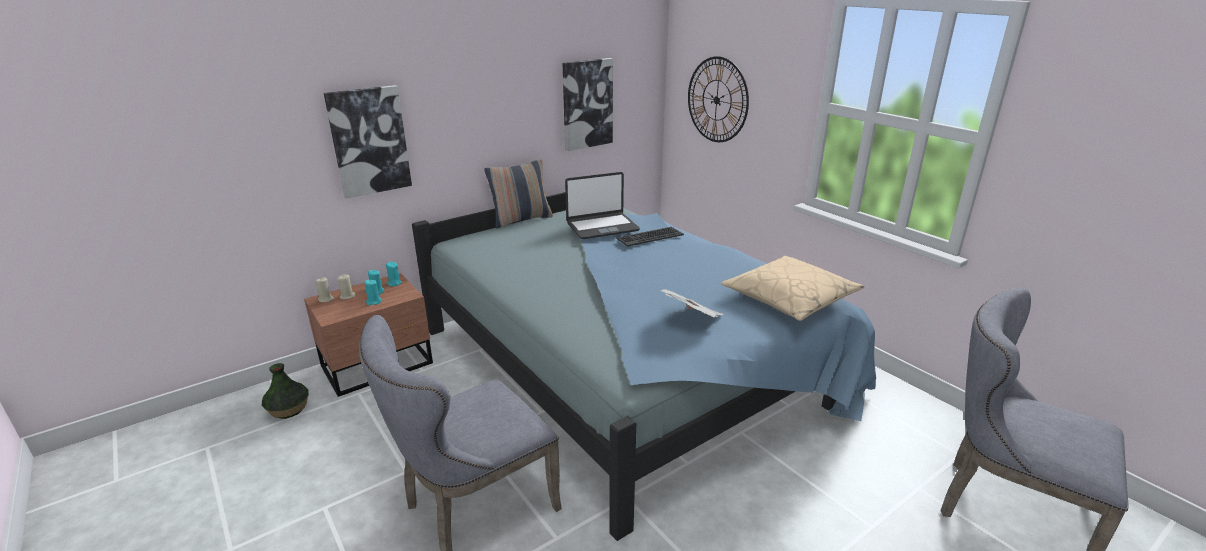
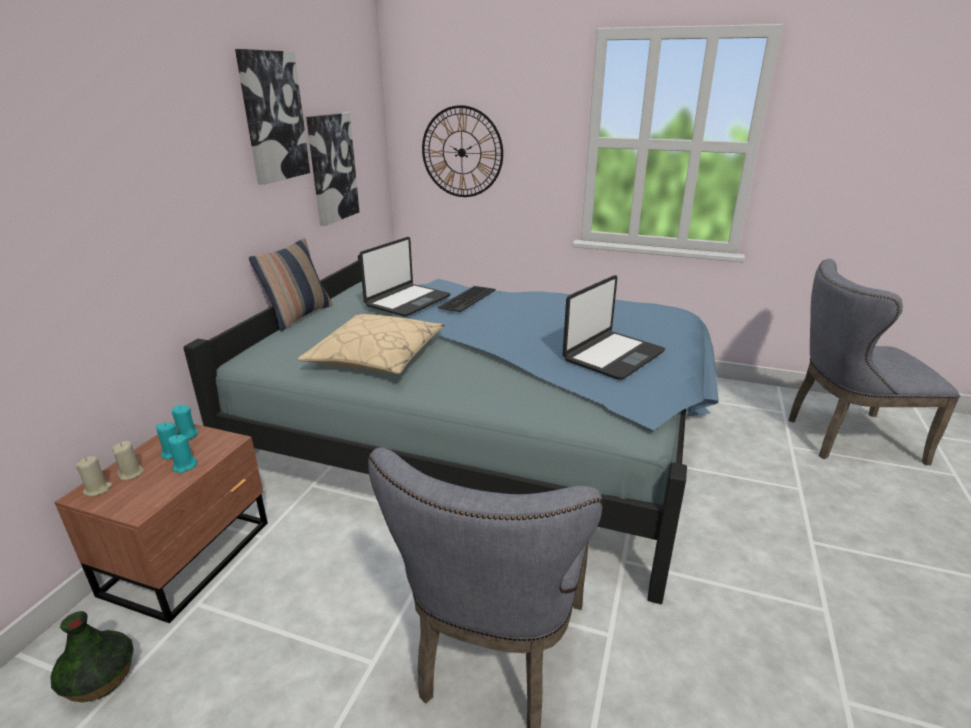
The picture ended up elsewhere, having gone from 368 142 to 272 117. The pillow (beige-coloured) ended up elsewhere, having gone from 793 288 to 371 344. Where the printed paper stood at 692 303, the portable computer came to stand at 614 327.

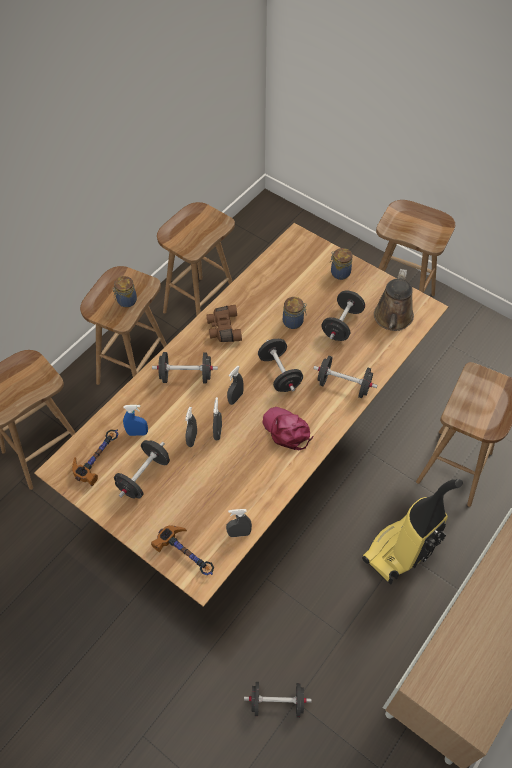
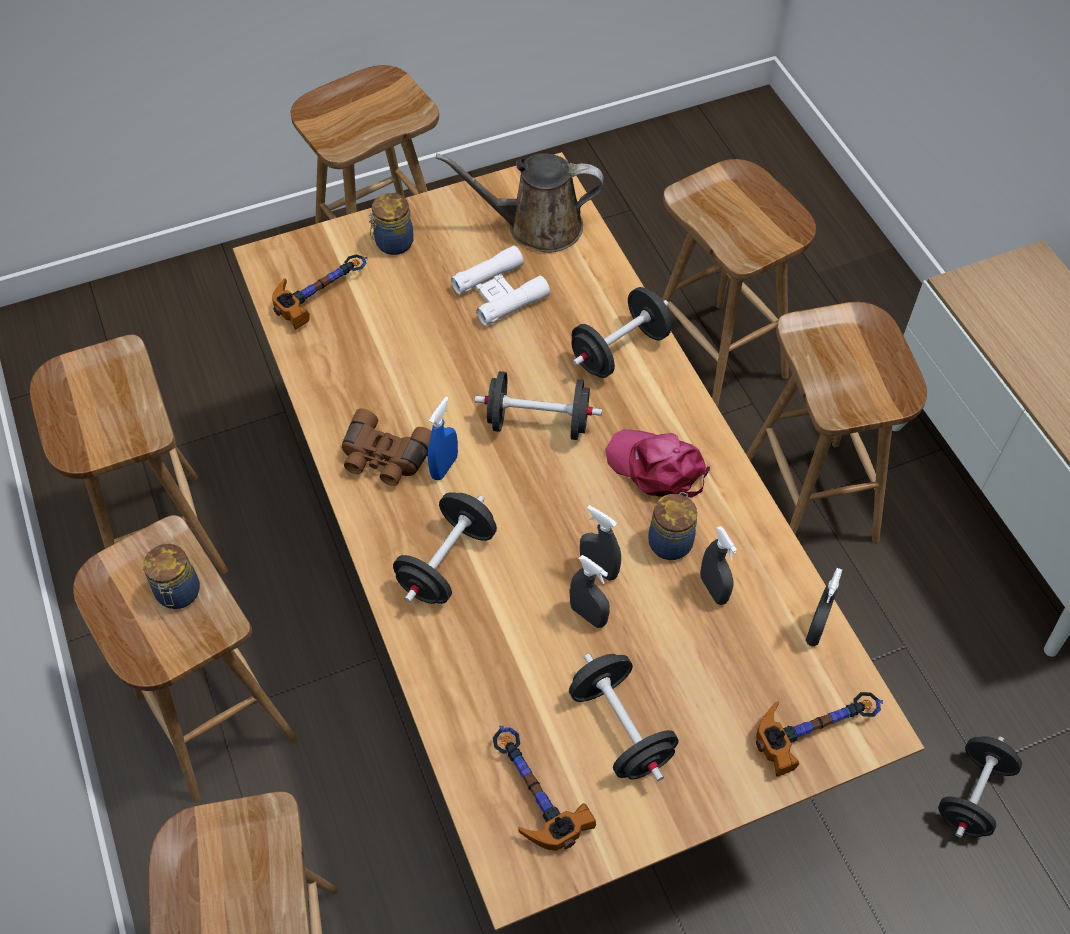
The watering pot (brown) at 394 300 ended up facing another way, 135 degrees clockwise from before. Where the dumbbell (black-coloured) stood at 343 316, the pair of binoculars (white-coloured) came to stand at 500 285. The storage jar ended up elsewhere, having gone from 295 313 to 672 526. The sprayer (gray) ended up elsewhere, having gone from 235 385 to 719 565. The sprayer (bluish) ended up elsewhere, having gone from 135 420 to 442 438. The cap (pink-coloured) at 288 428 ended up facing another way, 45 degrees clockwise from before. Where the vacuum cleaner stood at 412 531, the stool (brown) came to stand at 836 422. The second view gained the hand hammer at 320 291.

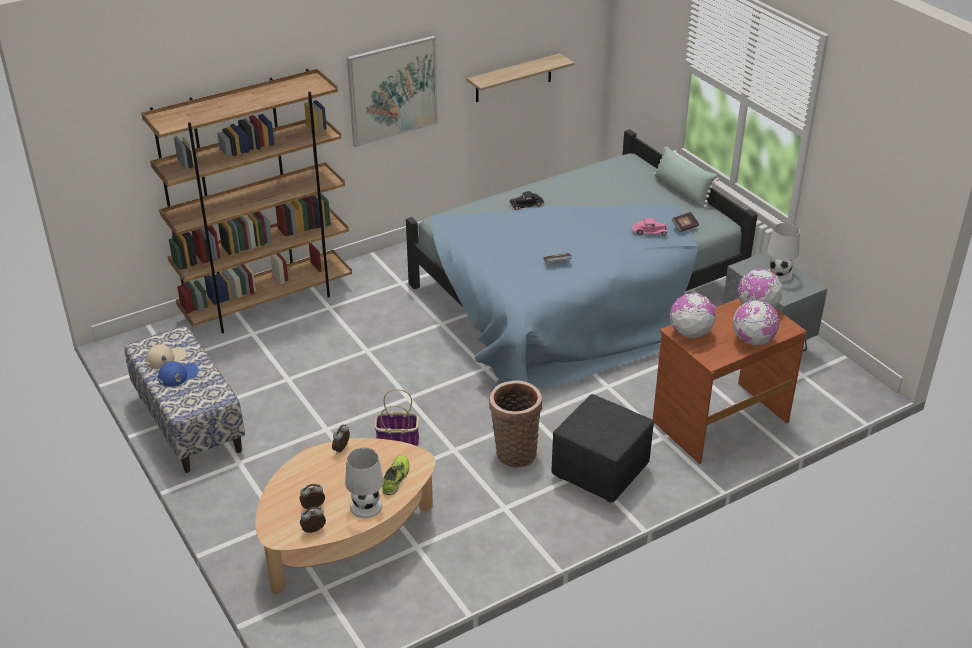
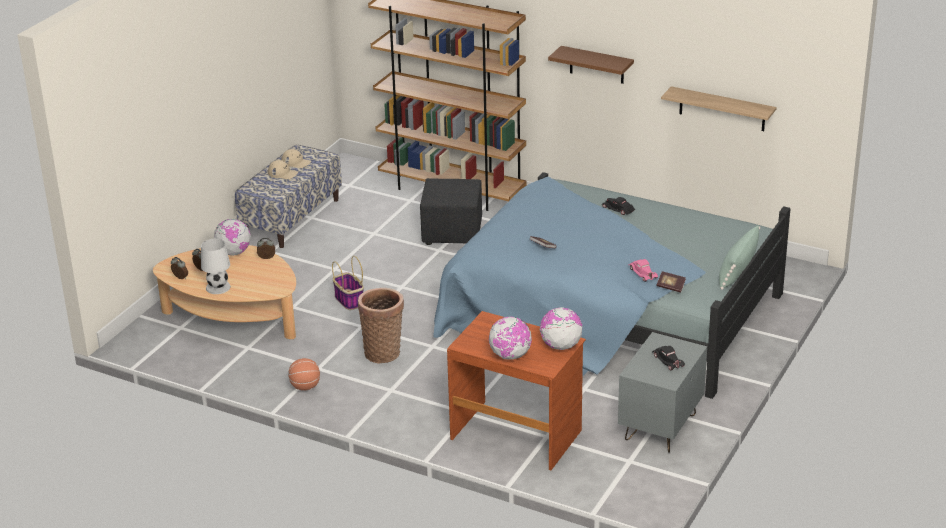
Where the picture hung at 392 91, the shelf (brown) came to hang at 591 65. Where the tabletop lamp (white-coloured) stood at 783 253, the toy car (black-coloured) came to stand at 668 358. The desk globe ended up elsewhere, having gone from 693 315 to 232 237. What was the cap (bluish) at 178 374 turned into the cap (beige-coloured) at 283 169. The pouffe (black-coloured) ended up elsewhere, having gone from 603 448 to 451 211. The second view lost the shoe at 395 475. The second view gained the basketball ball at 304 374.

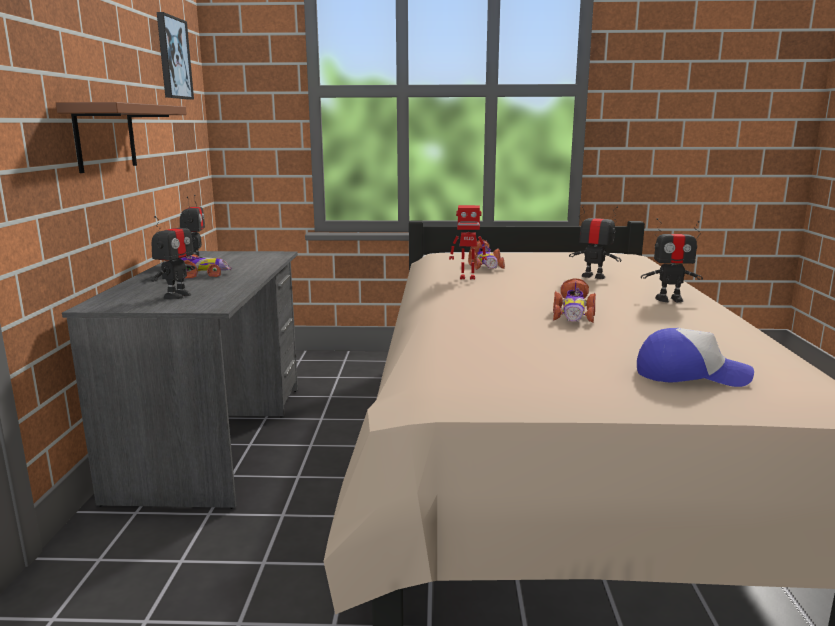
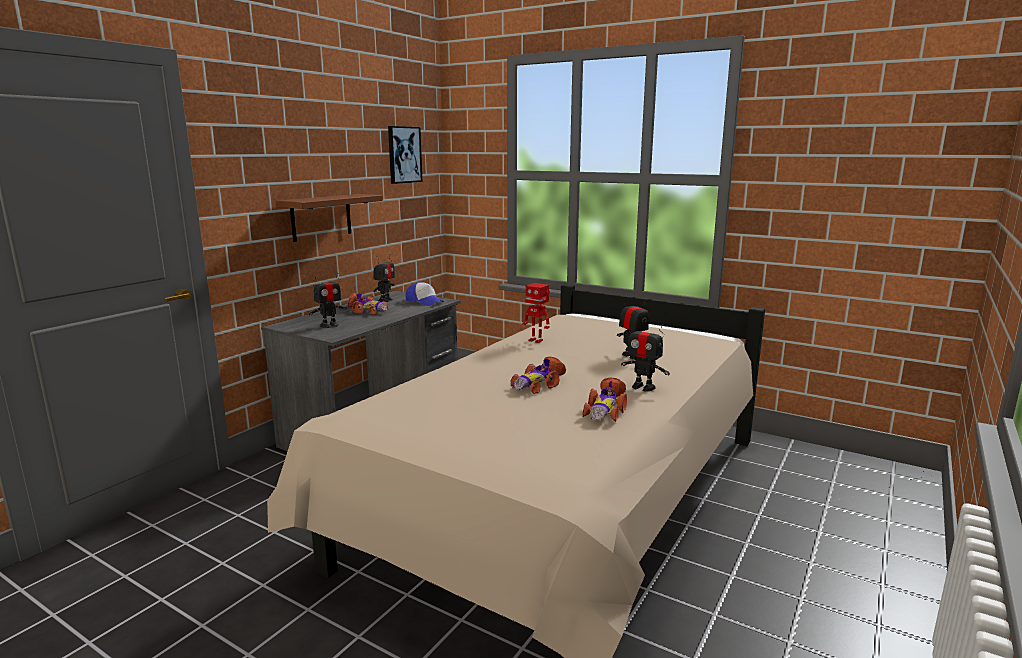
The toy car ended up elsewhere, having gone from 486 255 to 605 400. The cap ended up elsewhere, having gone from 695 357 to 425 294.

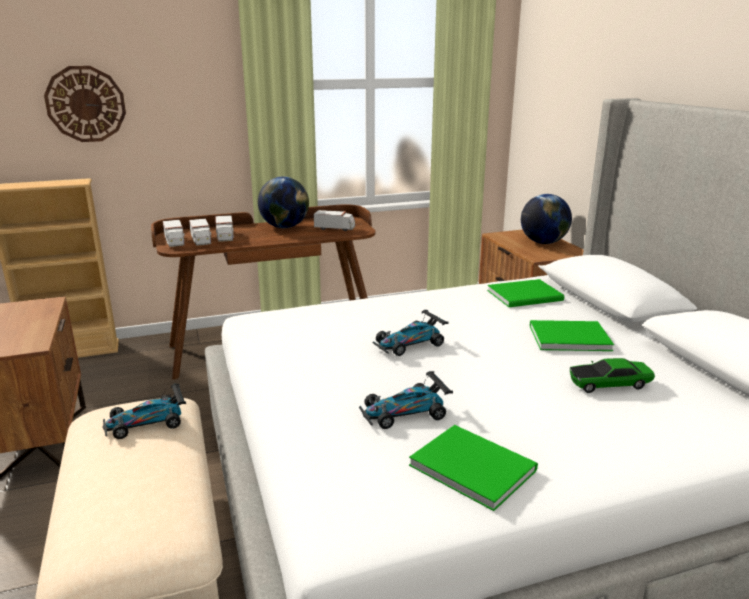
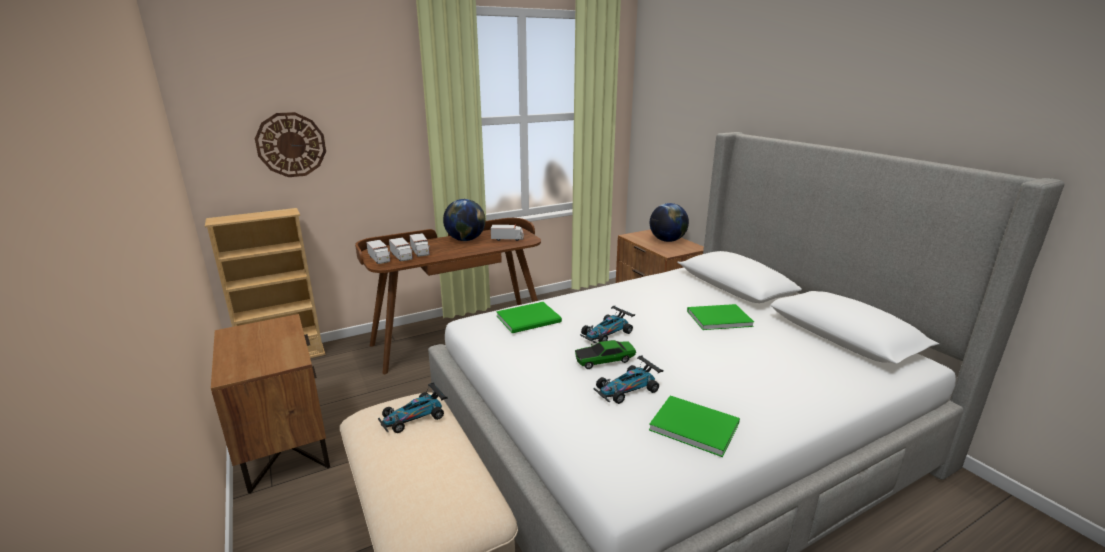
The book (green) ended up elsewhere, having gone from 525 293 to 529 317. The toy car ended up elsewhere, having gone from 612 375 to 605 354.

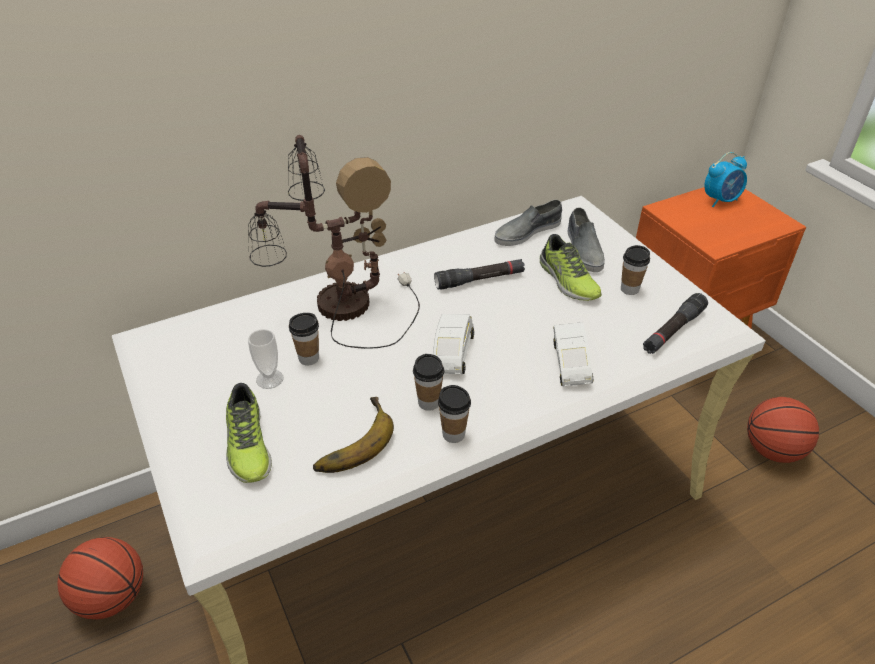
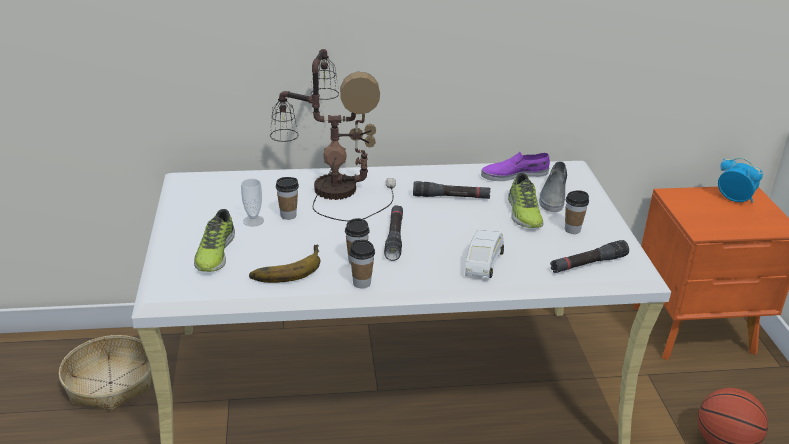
The alarm clock at 725 179 ended up facing another way, 135 degrees counterclockwise from before. What was the shoe (gray) at 528 223 turned into the shoe (purple-coloured) at 515 166. Where the toy car (white-coloured) stood at 453 344, the hand torch (black-coloured) came to stand at 393 233. Where the basketball ball stood at 100 578, the storage basket came to stand at 105 373.

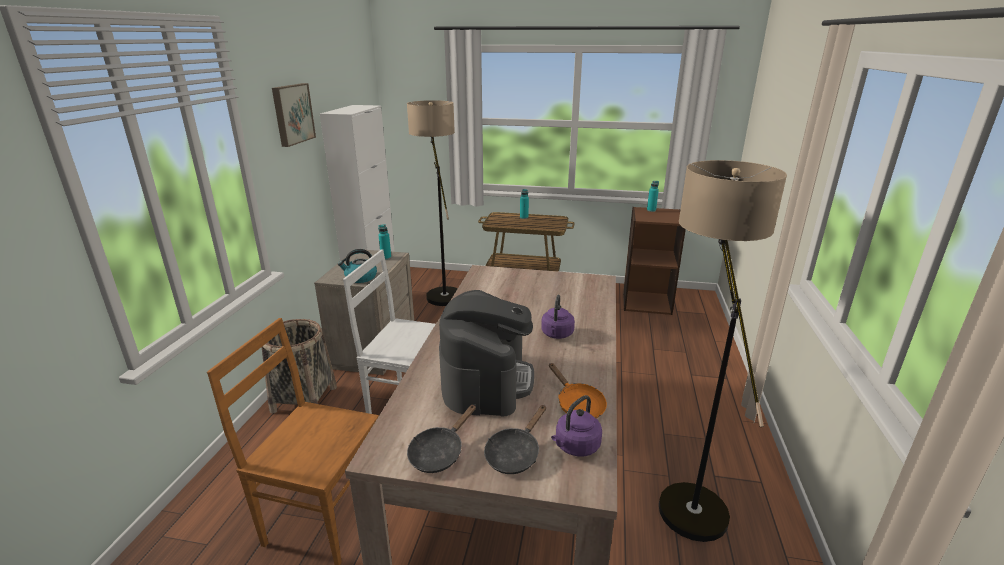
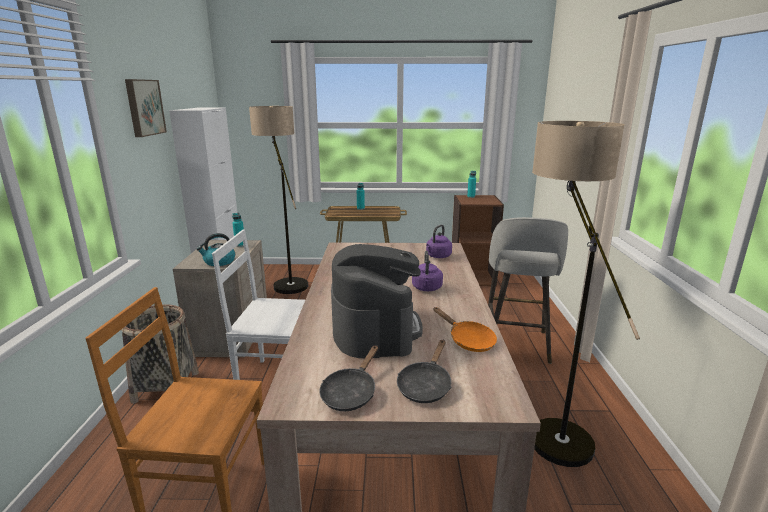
The tea kettle (purple-coloured) ended up elsewhere, having gone from 576 425 to 439 241. The second view gained the stool (gray) at 528 290.

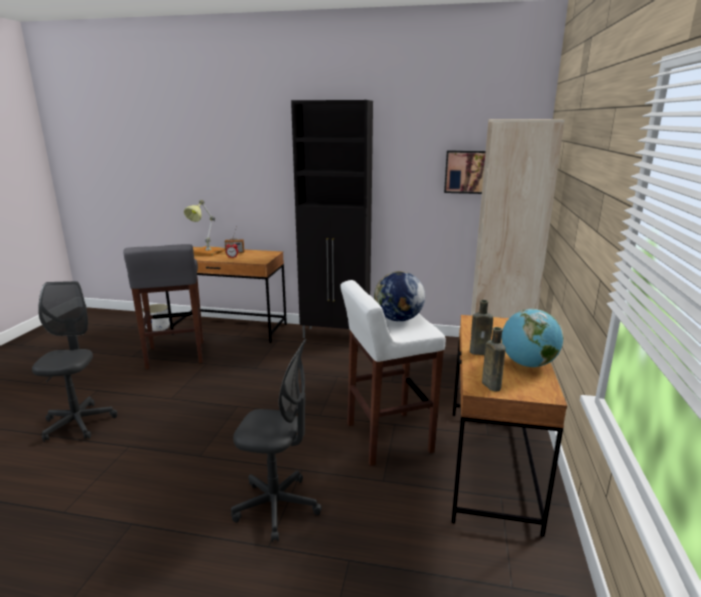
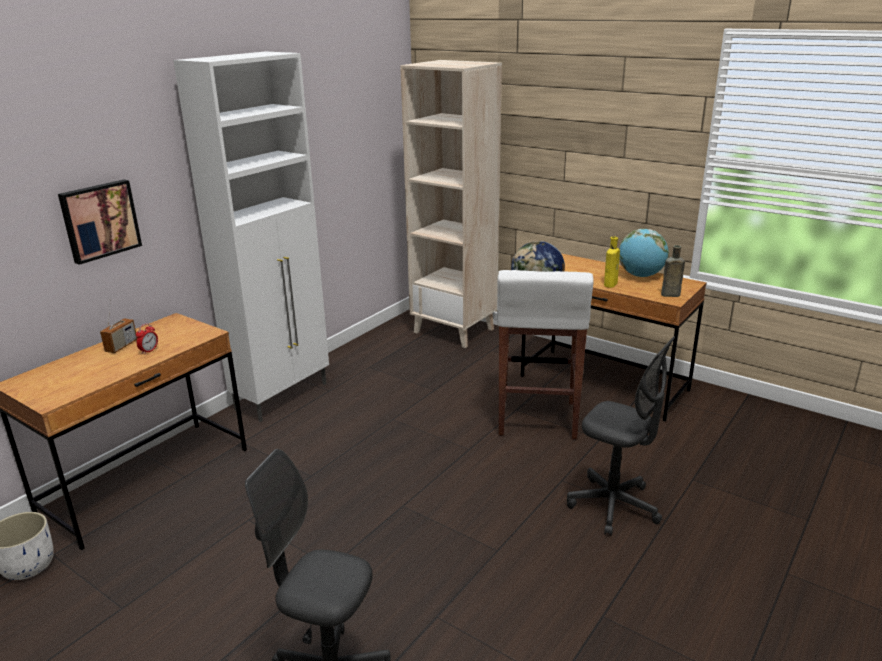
What was the storage cabinet (black-coloured) at 332 219 turned into the storage cabinet (white-coloured) at 251 236. The picture ended up elsewhere, having gone from 465 172 to 100 222. The second view lost the tabletop lamp at 204 228. The second view lost the stool (gray) at 163 306. What was the bottle (brown) at 481 327 turned into the bottle (yellow) at 612 262. The computer chair (gray) at 276 440 ended up facing another way, 90 degrees clockwise from before.

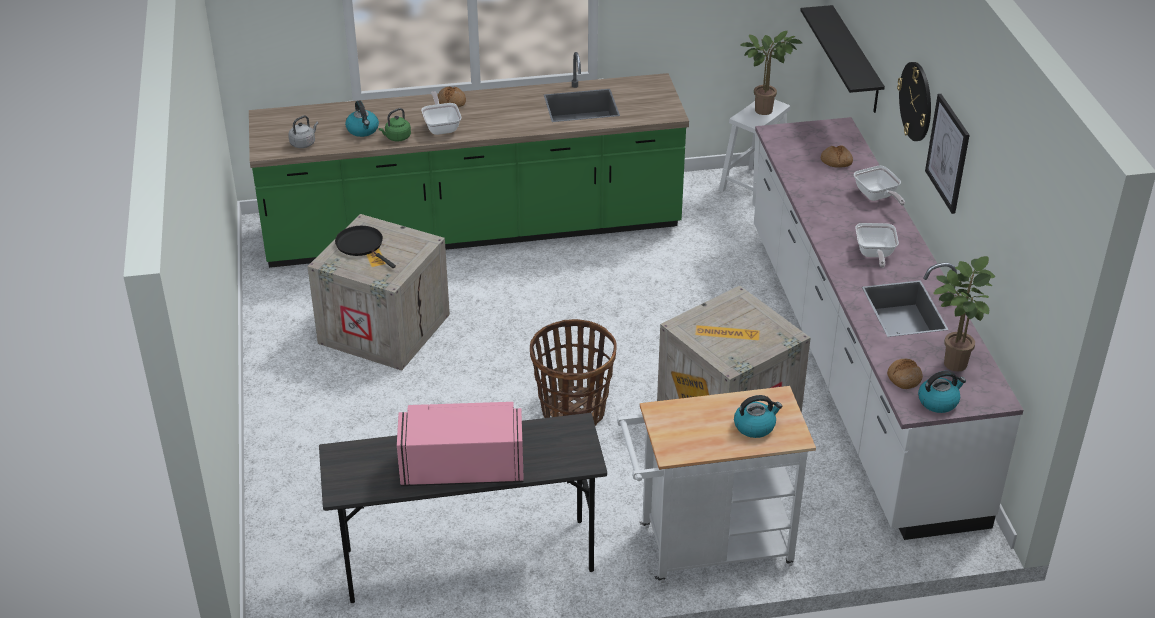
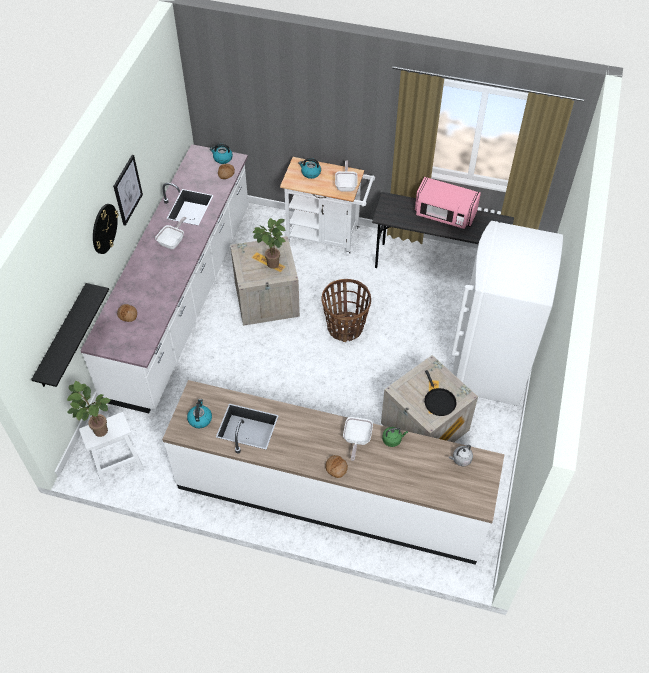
What was the kitchen base unit (green) at 469 160 turned into the kitchen base unit (white-coloured) at 333 472. The tea kettle ended up elsewhere, having gone from 362 118 to 199 413. The skillet ended up elsewhere, having gone from 879 186 to 346 176. The potted plant ended up elsewhere, having gone from 964 314 to 269 243. The second view gained the kitchen fridge (white-coloured) at 507 313.

